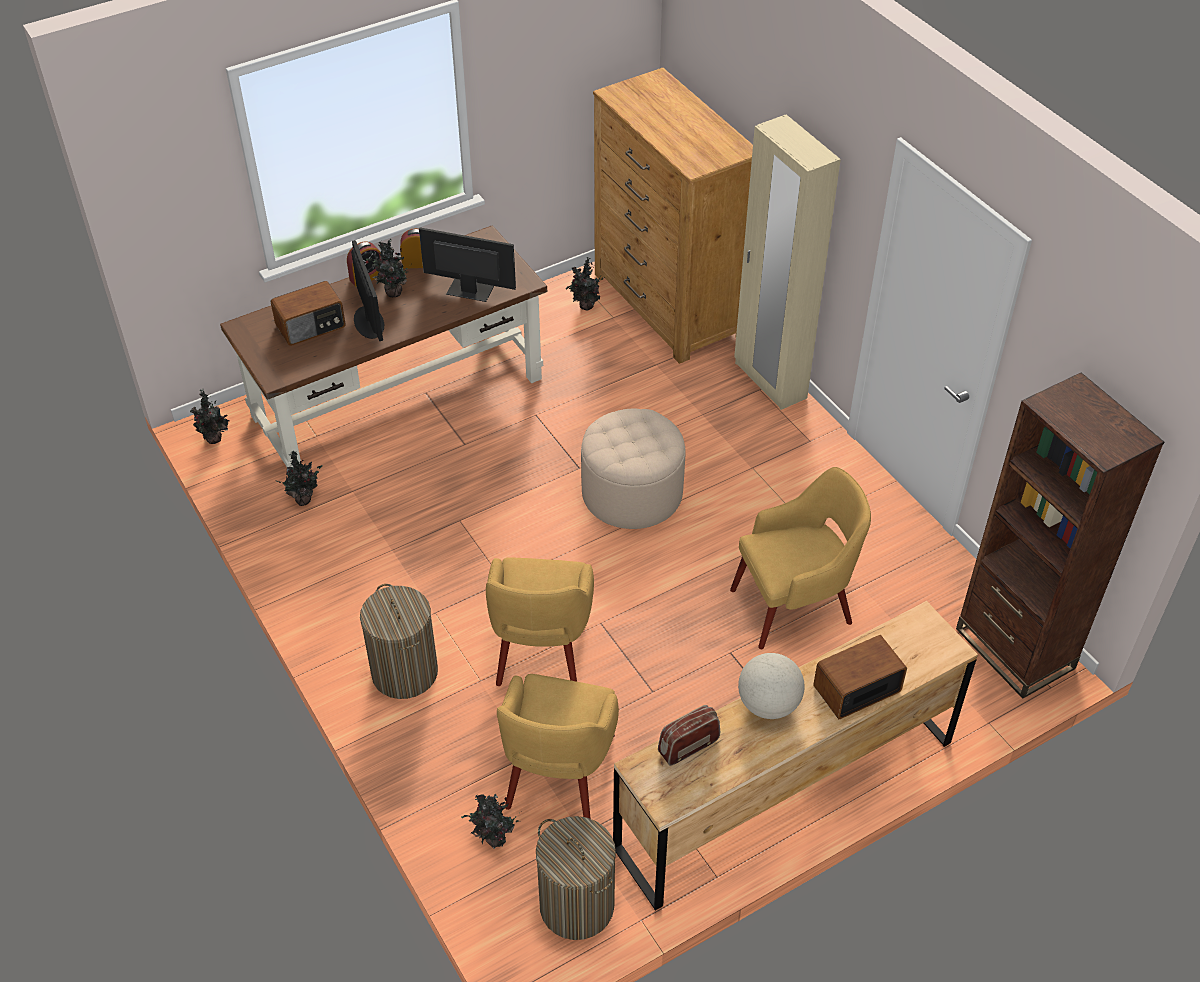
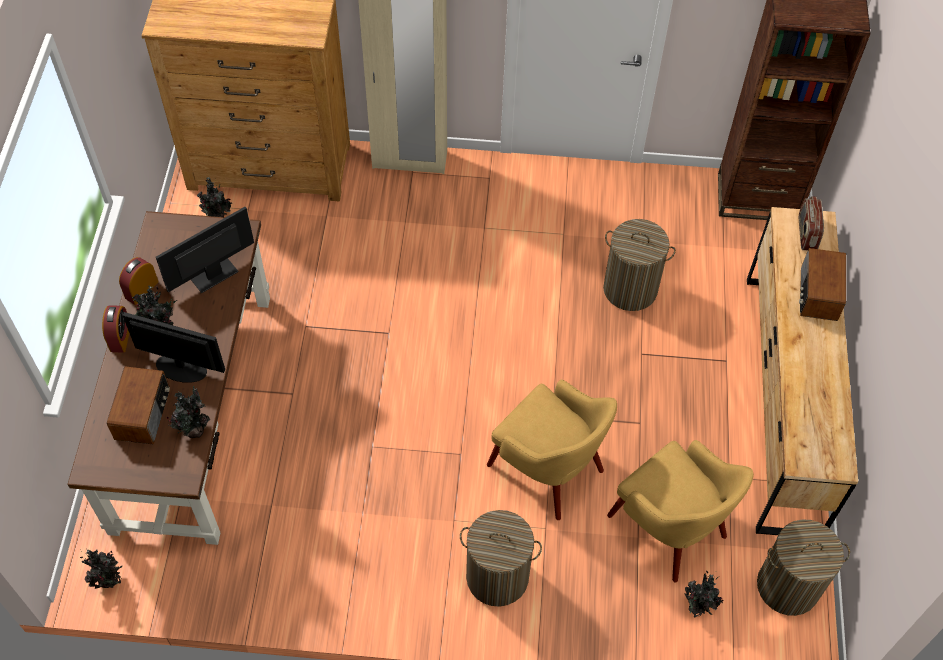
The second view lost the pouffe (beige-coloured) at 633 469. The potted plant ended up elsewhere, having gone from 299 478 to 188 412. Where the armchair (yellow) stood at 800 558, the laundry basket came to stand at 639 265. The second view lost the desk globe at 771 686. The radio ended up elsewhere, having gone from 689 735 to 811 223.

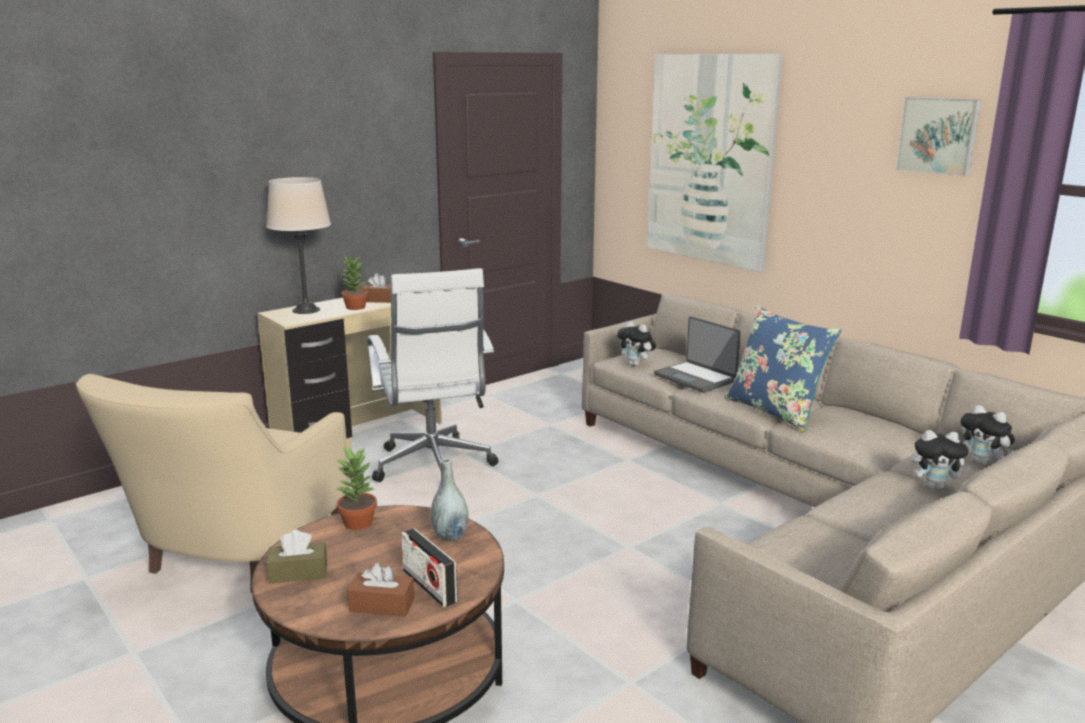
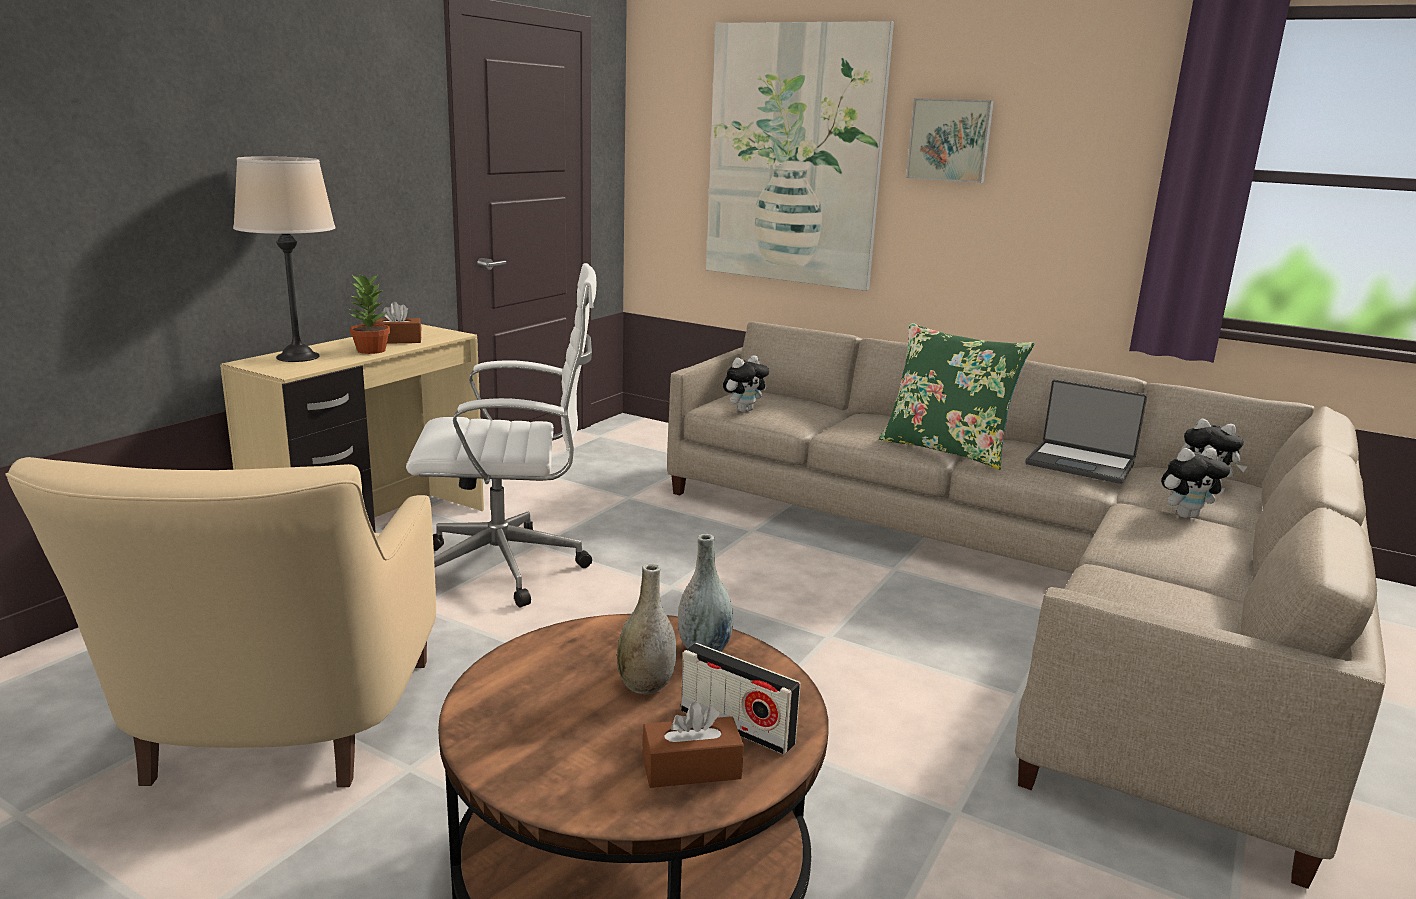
The picture ended up elsewhere, having gone from 939 137 to 950 140. The computer chair (white-coloured) at 433 375 ended up facing another way, 60 degrees counterclockwise from before. What was the pillow (bluish) at 783 368 turned into the pillow (green) at 956 396. The portable computer ended up elsewhere, having gone from 697 354 to 1086 431. The cuddly toy at 636 343 ended up facing another way, 60 degrees counterclockwise from before. The second view lost the potted plant at 356 488. The second view lost the tissue holder (brown) at 296 557. The second view gained the flower vase (gray) at 646 628.

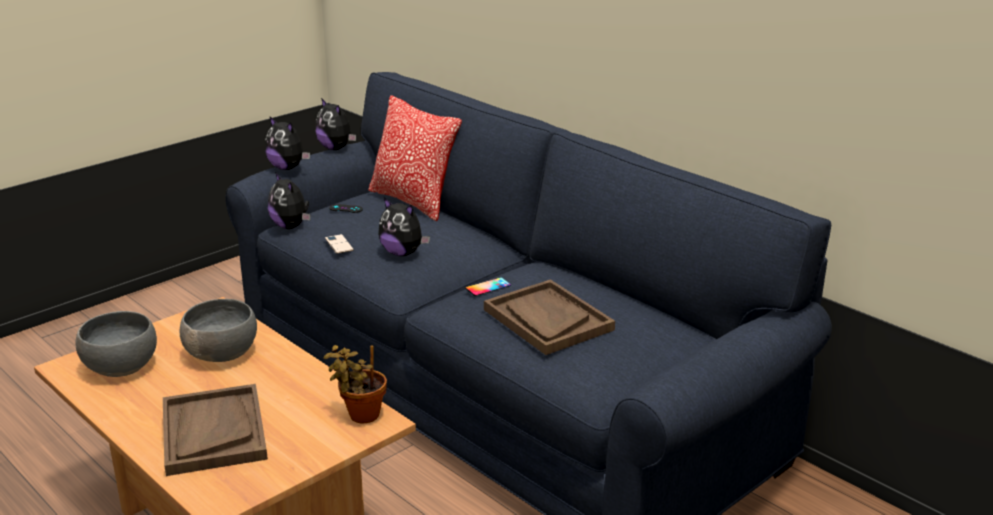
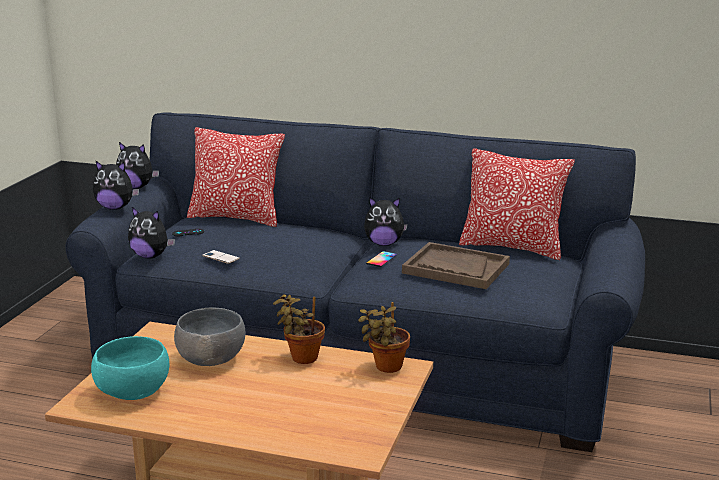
The cuddly toy ended up elsewhere, having gone from 404 227 to 386 221. What was the serving bowl (gray) at 116 344 turned into the serving bowl (turquoise) at 130 368. The second view lost the carrying tray (brown) at 215 430. The second view gained the pillow at 517 204. The second view gained the potted plant at 299 329.

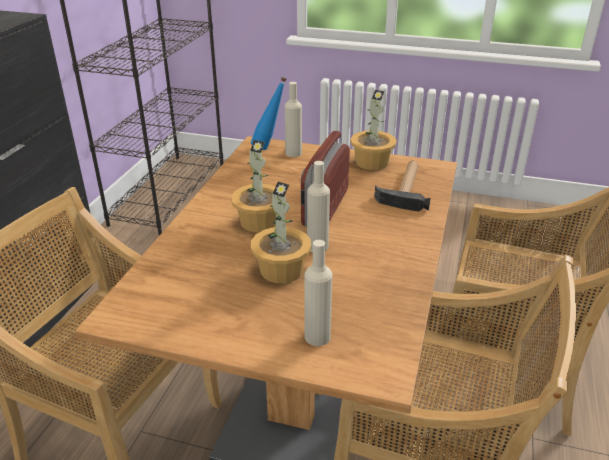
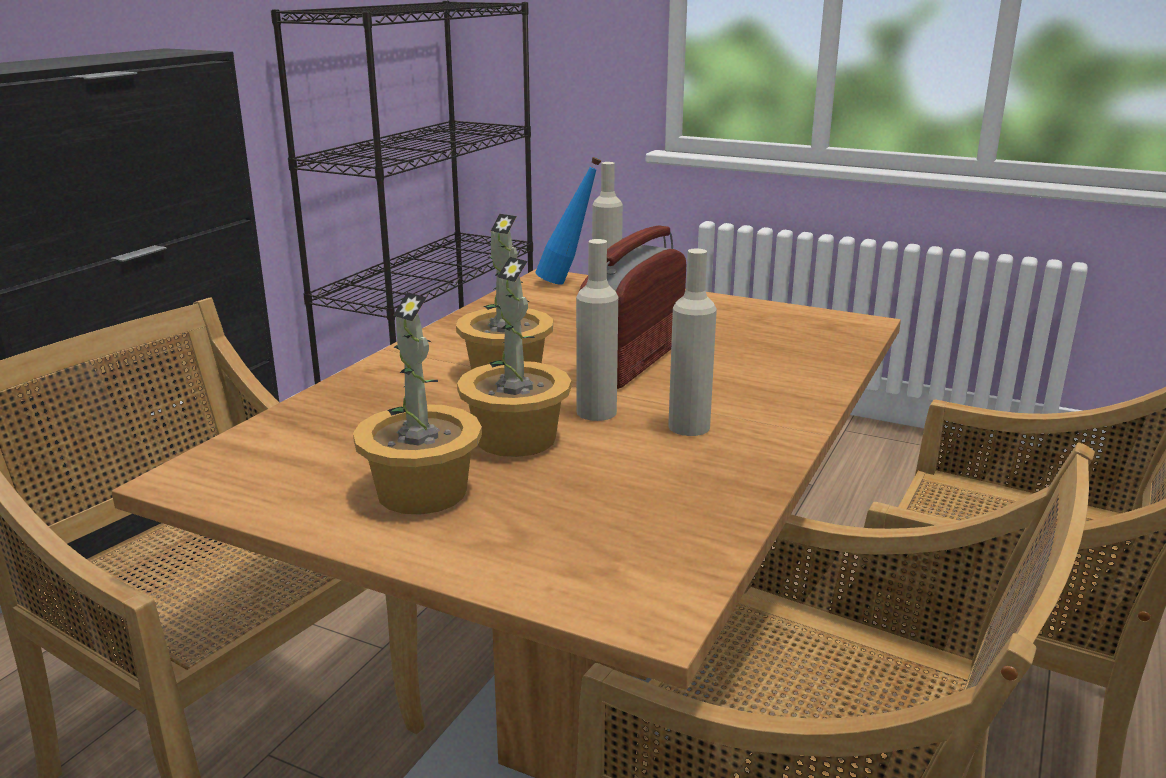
The potted plant ended up elsewhere, having gone from 373 130 to 417 403. The second view lost the hand hammer at 402 186. The bottle (beige-coloured) ended up elsewhere, having gone from 318 293 to 692 342.

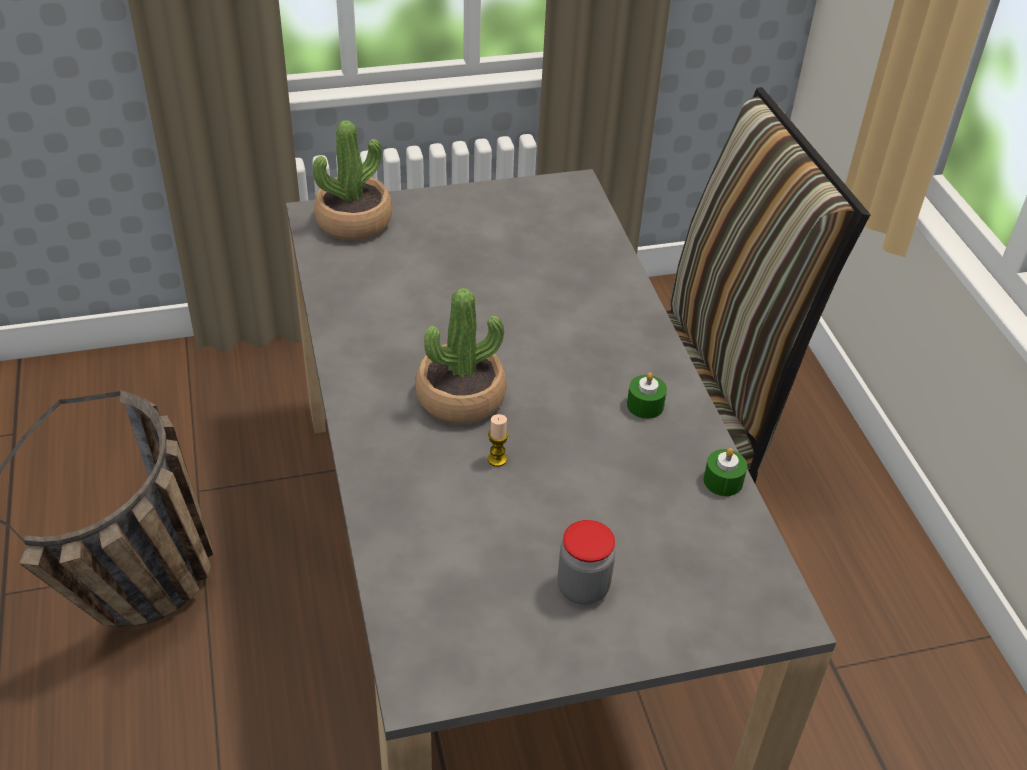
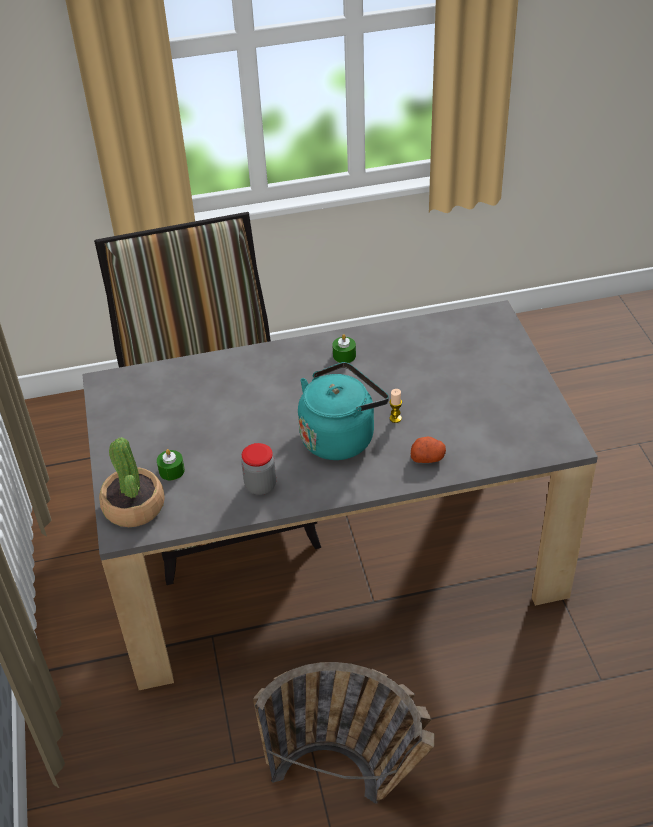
Where the potted plant stood at 461 356, the tea kettle (turquoise) came to stand at 343 411. The wax candle (green) ended up elsewhere, having gone from 725 472 to 171 464. The storage jar ended up elsewhere, having gone from 586 562 to 258 469. The second view gained the whole potato at 428 450.

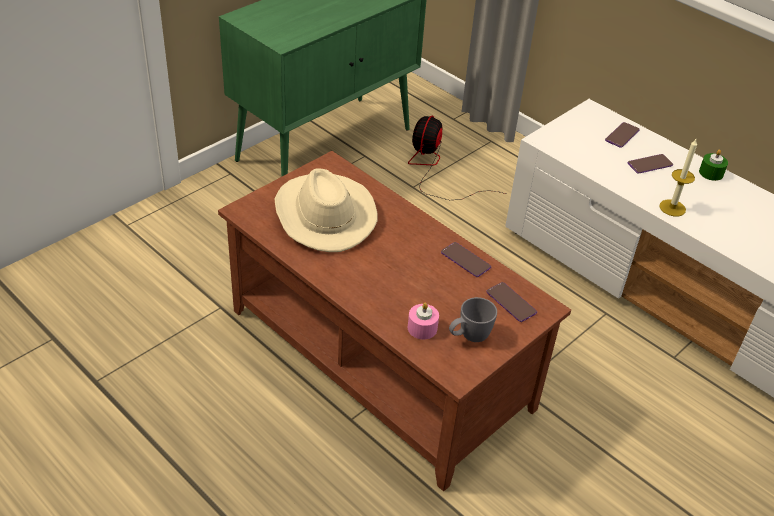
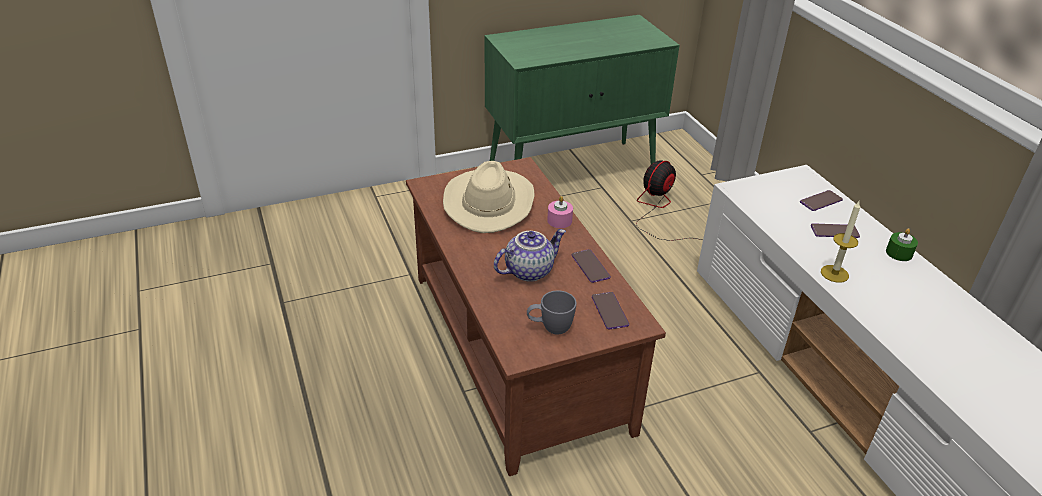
The wax candle (pink-coloured) ended up elsewhere, having gone from 423 321 to 560 212. The second view gained the tea pot at 530 255.

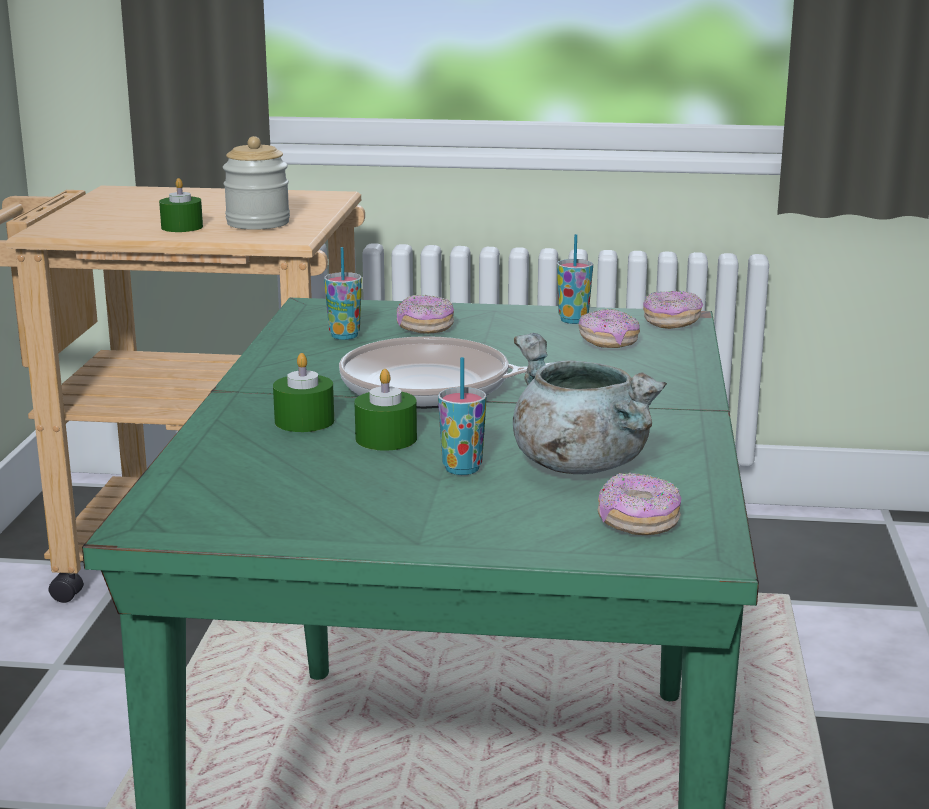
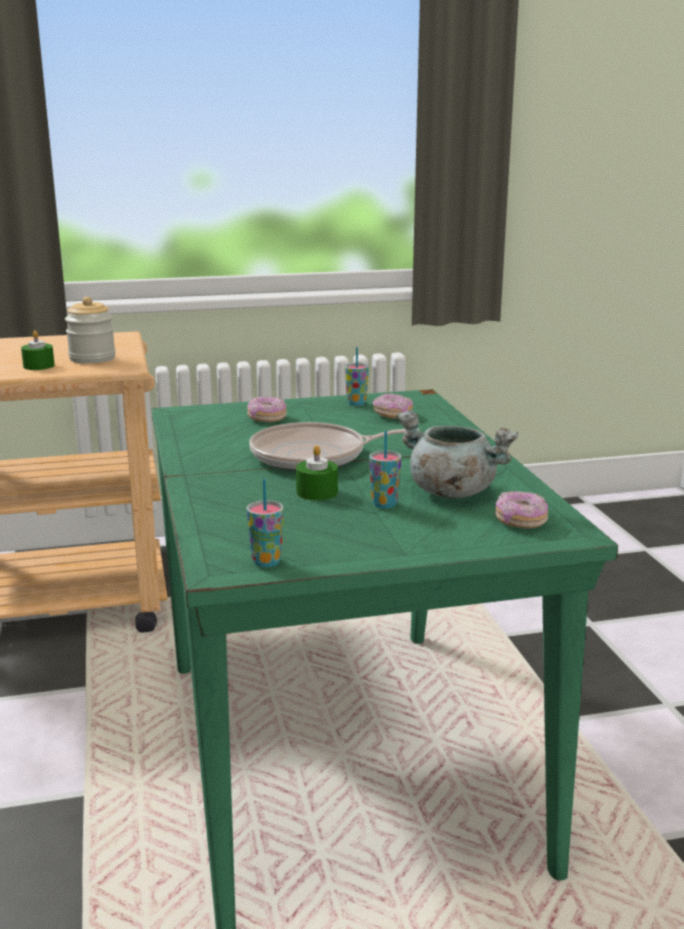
The small cup ended up elsewhere, having gone from 343 293 to 265 523. The second view lost the donut at 673 310. The second view lost the wax candle (green) at 303 392.

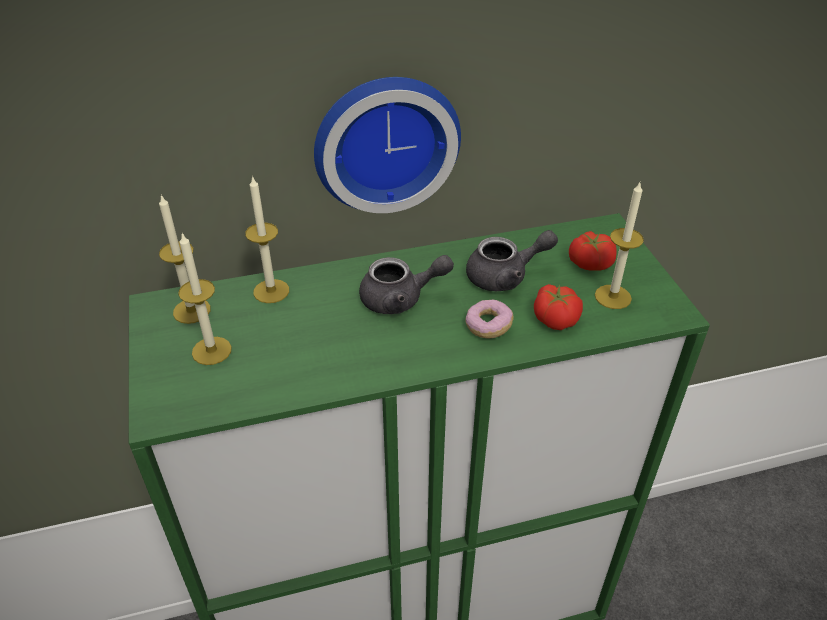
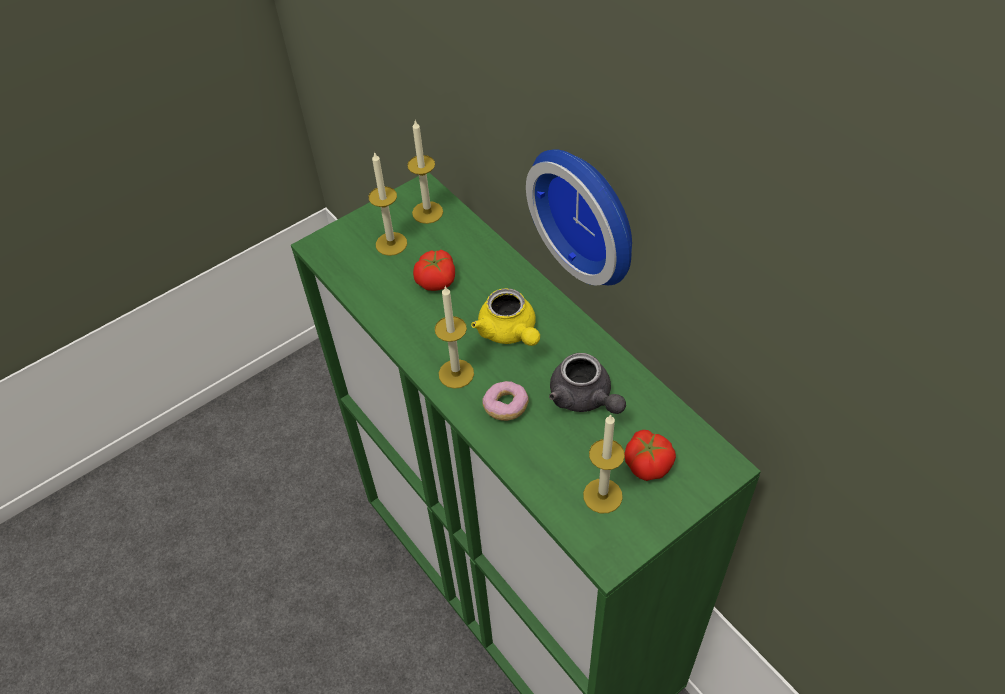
The wax candle ended up elsewhere, having gone from 267 239 to 454 337. What was the tea pot (gray) at 406 284 turned into the tea pot (yellow) at 505 317. The whole tomato ended up elsewhere, having gone from 558 307 to 434 270.

